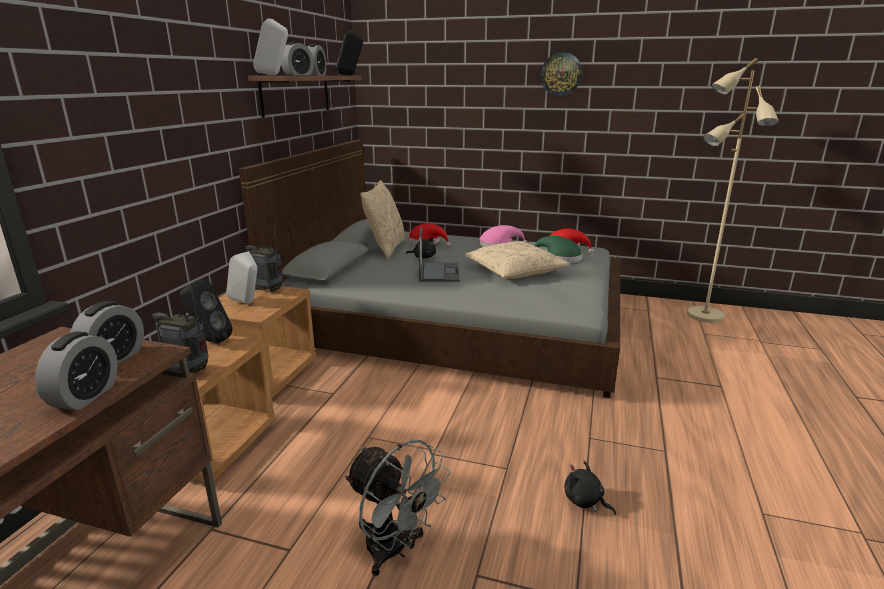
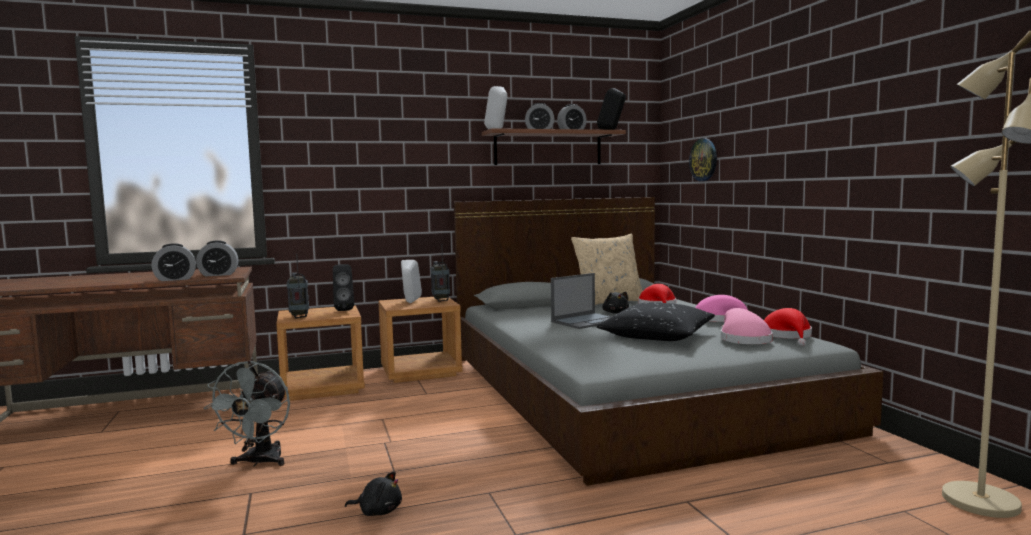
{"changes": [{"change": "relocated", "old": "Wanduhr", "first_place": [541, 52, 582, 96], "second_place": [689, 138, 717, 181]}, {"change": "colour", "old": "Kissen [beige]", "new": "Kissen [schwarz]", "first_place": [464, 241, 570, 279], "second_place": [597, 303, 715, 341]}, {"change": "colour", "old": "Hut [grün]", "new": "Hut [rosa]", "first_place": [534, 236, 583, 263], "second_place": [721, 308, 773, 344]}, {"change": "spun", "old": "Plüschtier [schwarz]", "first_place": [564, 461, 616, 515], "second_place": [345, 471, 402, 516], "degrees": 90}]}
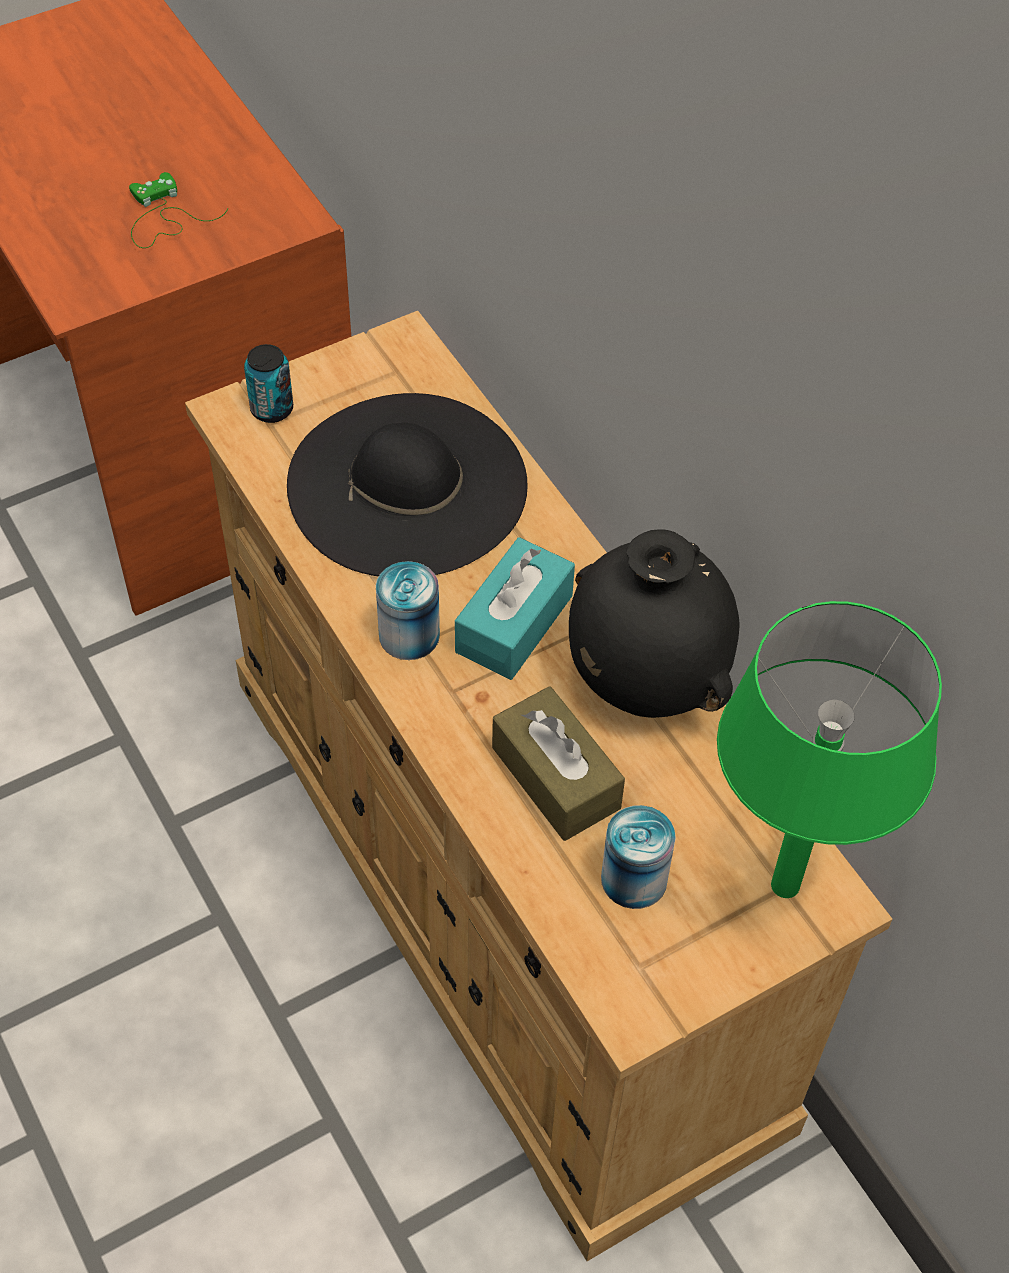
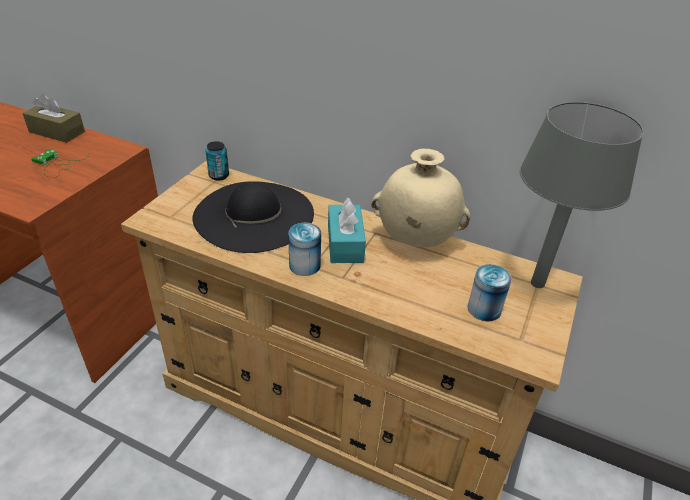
{"changes": [{"change": "relocated", "old": "Dose", "first_place": [244, 344, 293, 423], "second_place": [206, 141, 229, 181]}, {"change": "relocated", "old": "Taschentuchbox [braun]", "first_place": [492, 686, 625, 841], "second_place": [22, 94, 85, 143]}, {"change": "colour", "old": "Vase [schwarz]", "new": "Vase [beige]", "first_place": [569, 529, 740, 718], "second_place": [371, 149, 470, 247]}, {"change": "colour", "old": "Tischlampe [grün]", "new": "Tischlampe [grau]", "first_place": [717, 601, 942, 898], "second_place": [520, 102, 644, 288]}]}
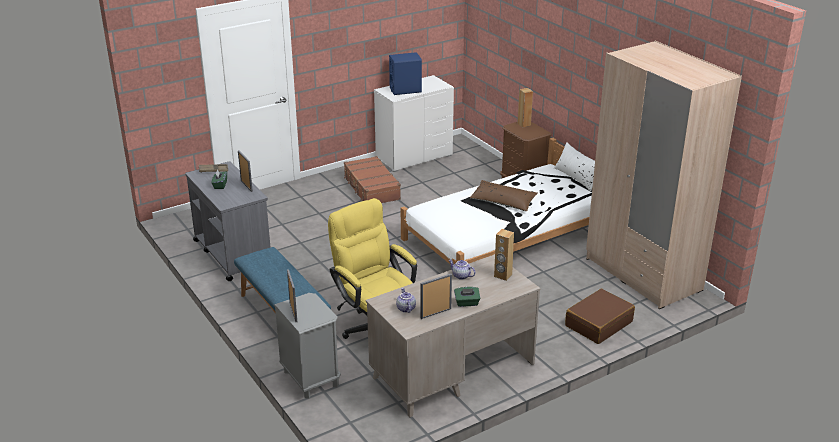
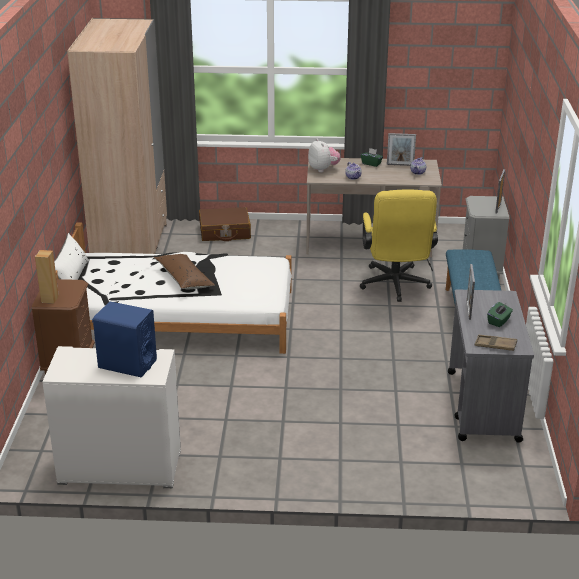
{"changes": [{"change": "missing", "old": "Koffer [braun]", "first_place": [344, 156, 401, 203]}, {"change": "exchanged", "old": "Lautsprecher [braun]", "new": "Plüschtier", "first_place": [494, 229, 514, 281], "second_place": [308, 138, 341, 172]}]}
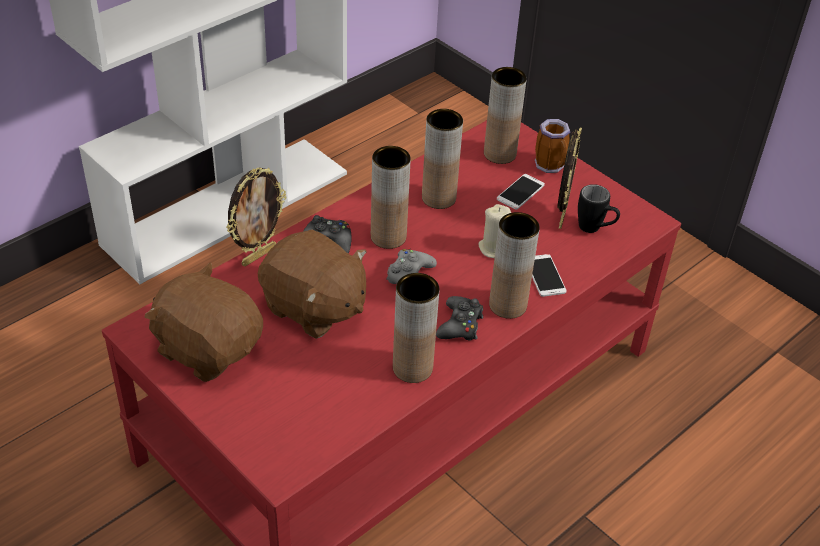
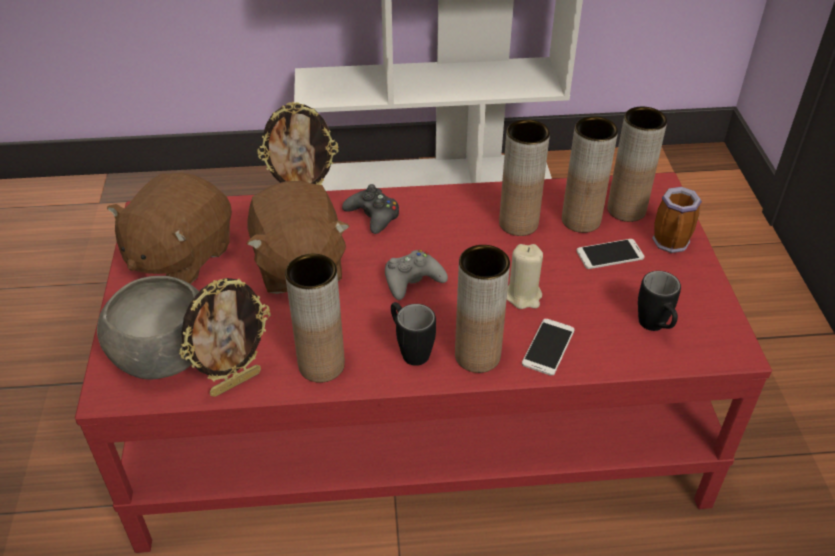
{"changes": [{"change": "appeared", "new": "Schüssel [grau]", "second_place": [97, 276, 199, 379]}, {"change": "relocated", "old": "Vase [braun]", "first_place": [371, 146, 411, 249], "second_place": [562, 116, 618, 233]}, {"change": "relocated", "old": "Bilderrahmen", "first_place": [557, 128, 582, 229], "second_place": [179, 278, 271, 397]}, {"change": "exchanged", "old": "Gamepad [schwarz]", "new": "Henkelbecher [schwarz]", "first_place": [436, 296, 483, 341], "second_place": [391, 302, 436, 366]}, {"change": "spun", "old": "Plüschtier [braun]", "first_place": [144, 263, 263, 382], "second_place": [107, 172, 232, 284], "degrees": -135}]}
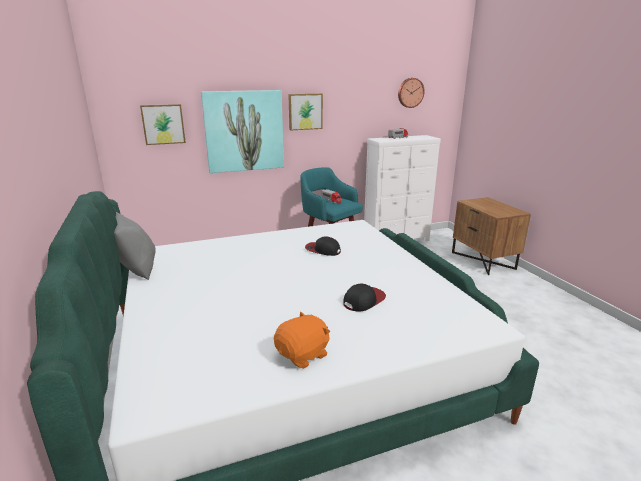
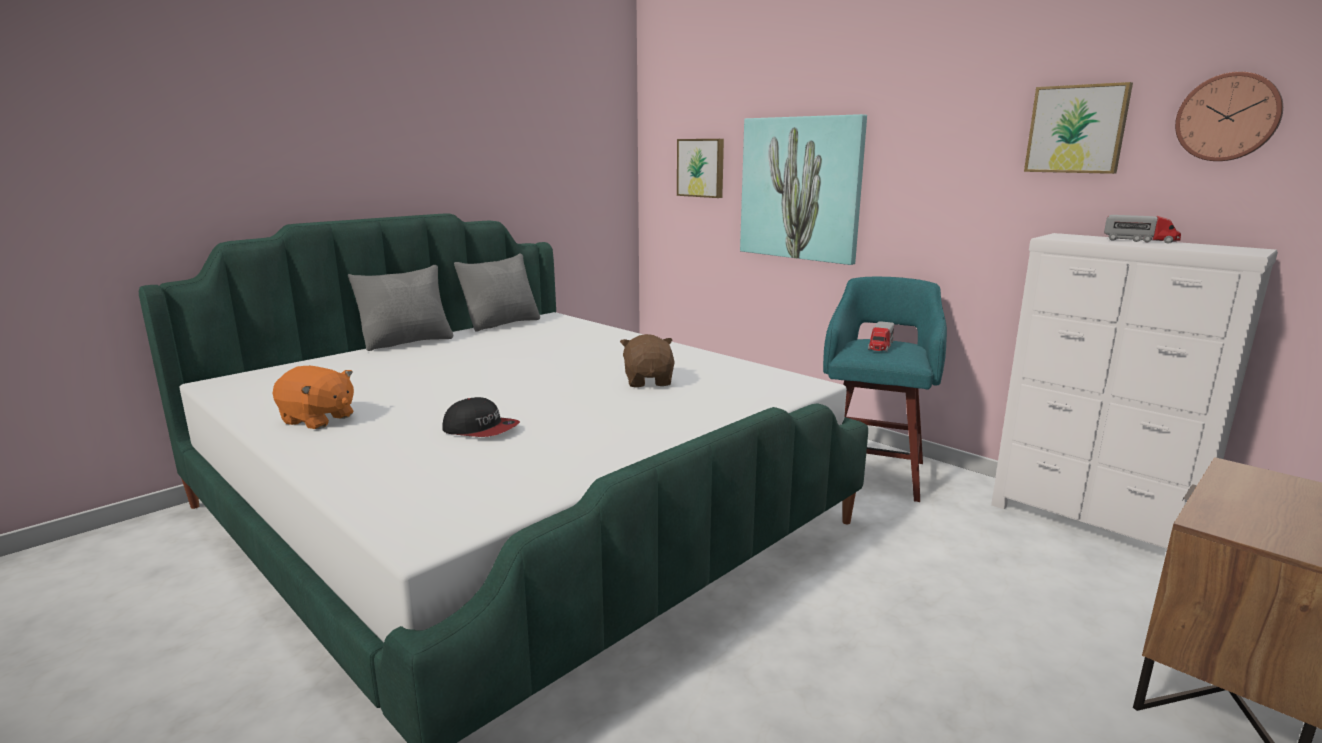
{"changes": [{"change": "appeared", "new": "Kissen [grau]", "second_place": [348, 265, 453, 351]}, {"change": "relocated", "old": "Bild", "first_place": [288, 94, 323, 130], "second_place": [1024, 82, 1133, 174]}, {"change": "exchanged", "old": "Kappe", "new": "Plüschtier [braun]", "first_place": [305, 236, 341, 256], "second_place": [620, 334, 675, 387]}]}
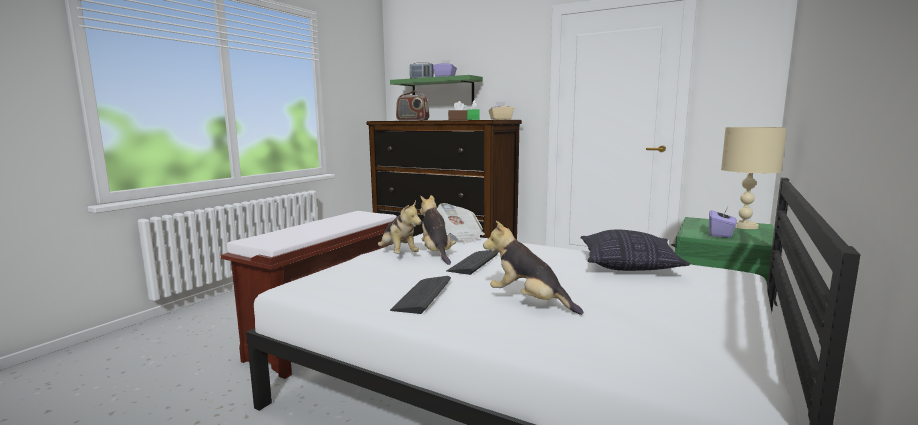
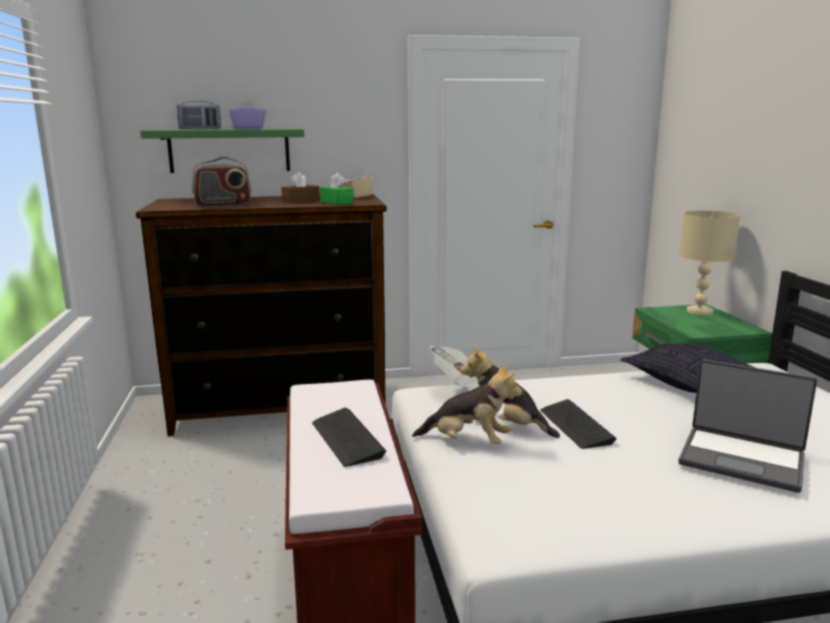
{"changes": [{"change": "missing", "old": "Taschentuchbox [lila]", "first_place": [709, 205, 737, 238]}, {"change": "relocated", "old": "Tastatur", "first_place": [390, 276, 451, 314], "second_place": [312, 408, 386, 467]}, {"change": "exchanged", "old": "Plüschtier", "new": "Laptop", "first_place": [483, 221, 584, 315], "second_place": [678, 359, 817, 493]}]}
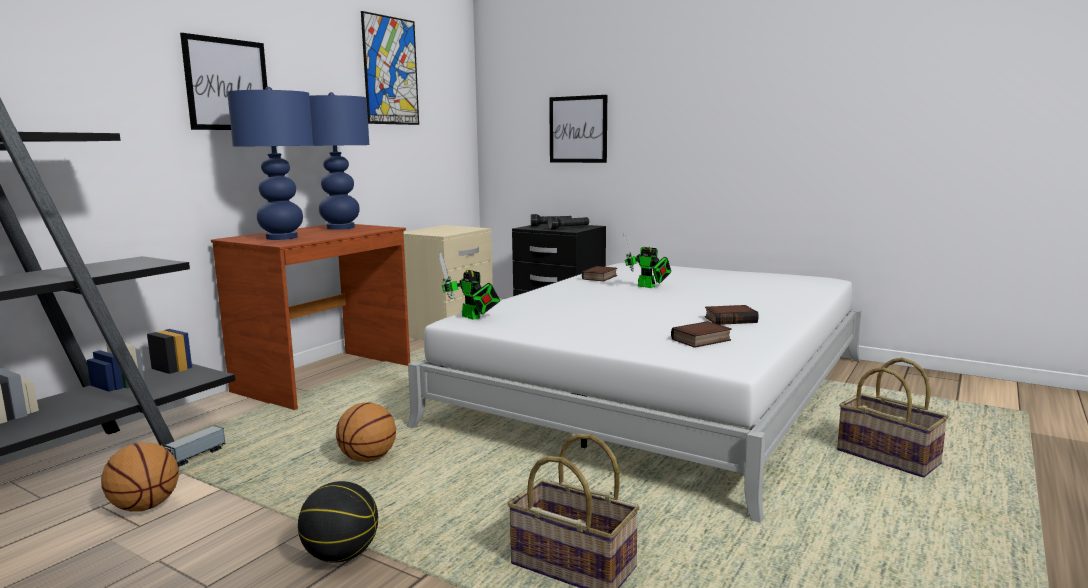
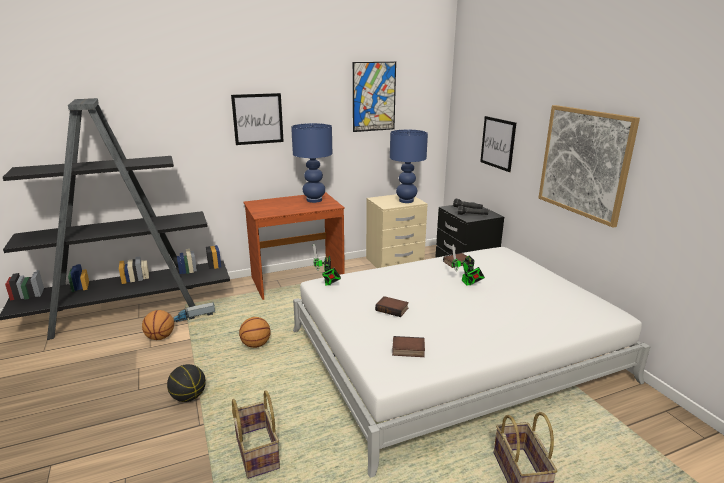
{"changes": [{"change": "appeared", "new": "Bild", "second_place": [539, 105, 640, 228]}, {"change": "relocated", "old": "Tischlampe [blau]", "first_place": [227, 87, 313, 240], "second_place": [390, 130, 428, 203]}, {"change": "relocated", "old": "Buch", "first_place": [705, 305, 759, 325], "second_place": [375, 296, 409, 317]}]}
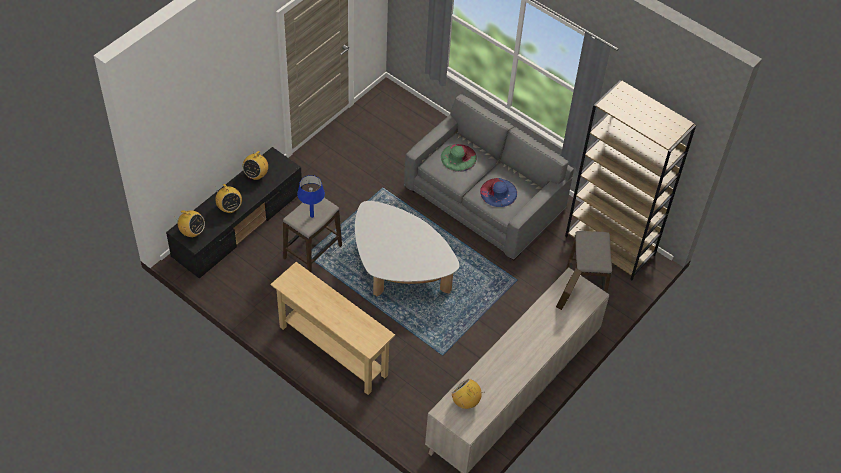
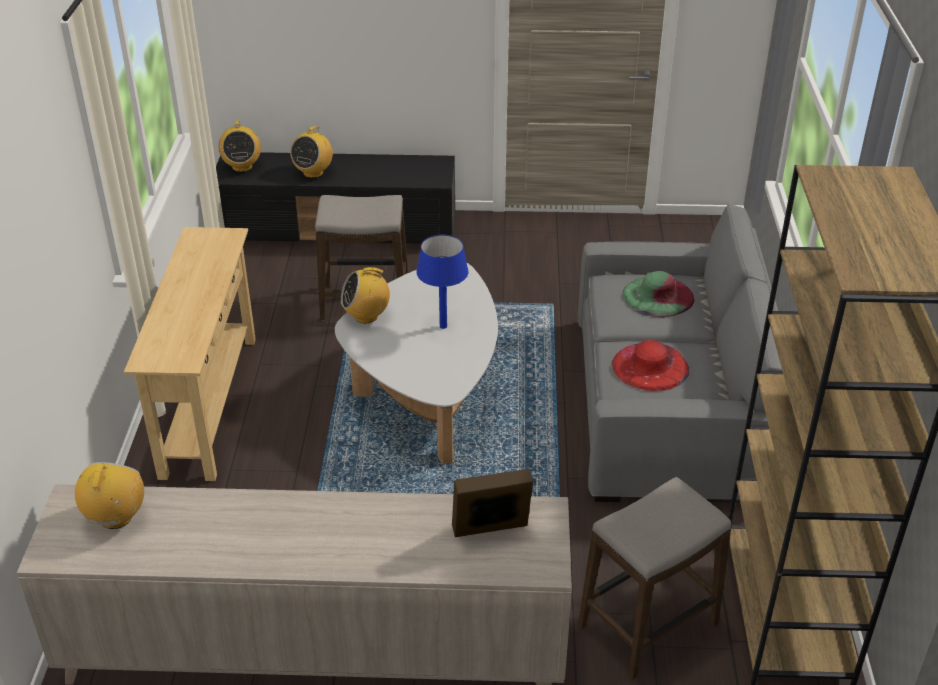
{"changes": [{"change": "relocated", "old": "Radio", "first_place": [243, 151, 268, 180], "second_place": [341, 266, 390, 323]}, {"change": "relocated", "old": "Tischlampe [blau]", "first_place": [297, 175, 325, 218], "second_place": [416, 235, 469, 329]}, {"change": "colour", "old": "Hut [blau]", "new": "Hut [rot]", "first_place": [480, 178, 517, 207], "second_place": [612, 340, 689, 391]}]}
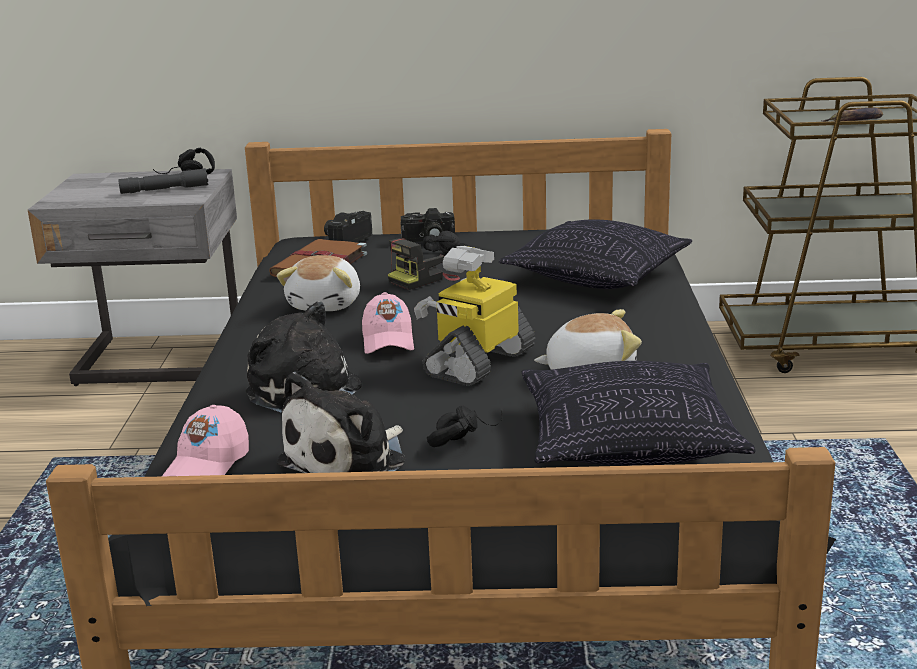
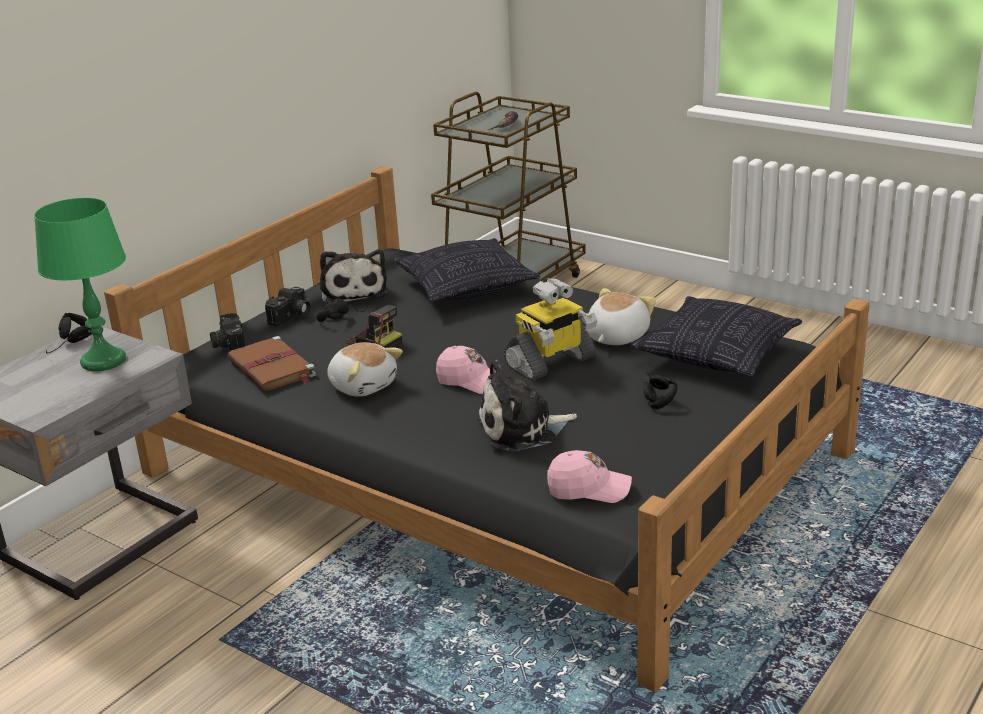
{"changes": [{"change": "relocated", "old": "Plüschtier", "first_place": [276, 372, 405, 473], "second_place": [320, 249, 388, 304]}, {"change": "exchanged", "old": "Taschenlampe [grau]", "new": "Tischlampe [grün]", "first_place": [118, 168, 208, 194], "second_place": [34, 198, 126, 371]}, {"change": "spun", "old": "Kappe [rosa]", "first_place": [162, 405, 249, 476], "second_place": [547, 450, 632, 503], "degrees": -45}, {"change": "spun", "old": "Kamera", "first_place": [388, 238, 460, 290], "second_place": [346, 305, 402, 348], "degrees": -45}, {"change": "spun", "old": "Spielzeugroboter", "first_place": [414, 246, 535, 386], "second_place": [504, 278, 597, 381], "degrees": -105}]}
